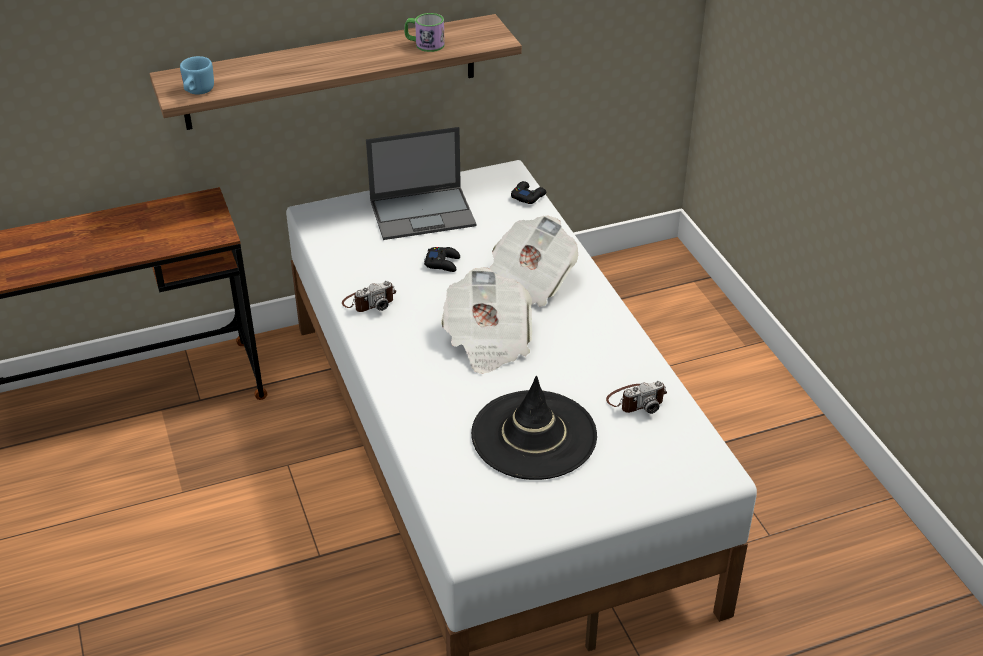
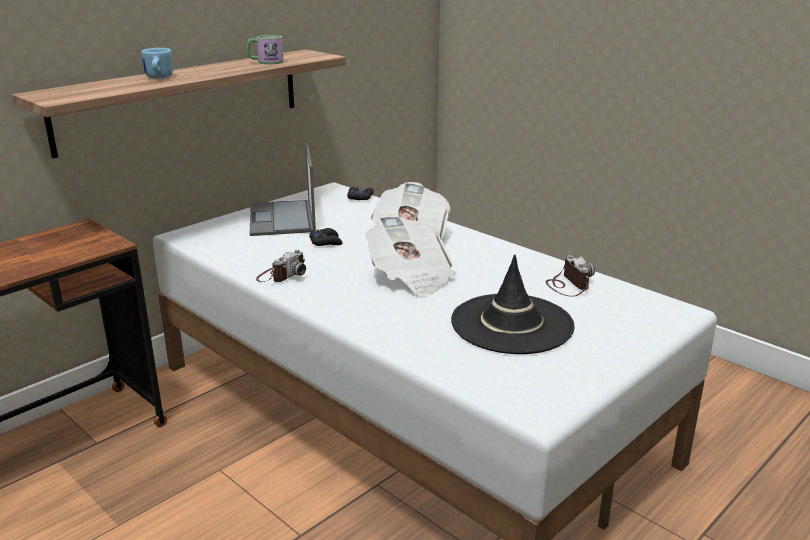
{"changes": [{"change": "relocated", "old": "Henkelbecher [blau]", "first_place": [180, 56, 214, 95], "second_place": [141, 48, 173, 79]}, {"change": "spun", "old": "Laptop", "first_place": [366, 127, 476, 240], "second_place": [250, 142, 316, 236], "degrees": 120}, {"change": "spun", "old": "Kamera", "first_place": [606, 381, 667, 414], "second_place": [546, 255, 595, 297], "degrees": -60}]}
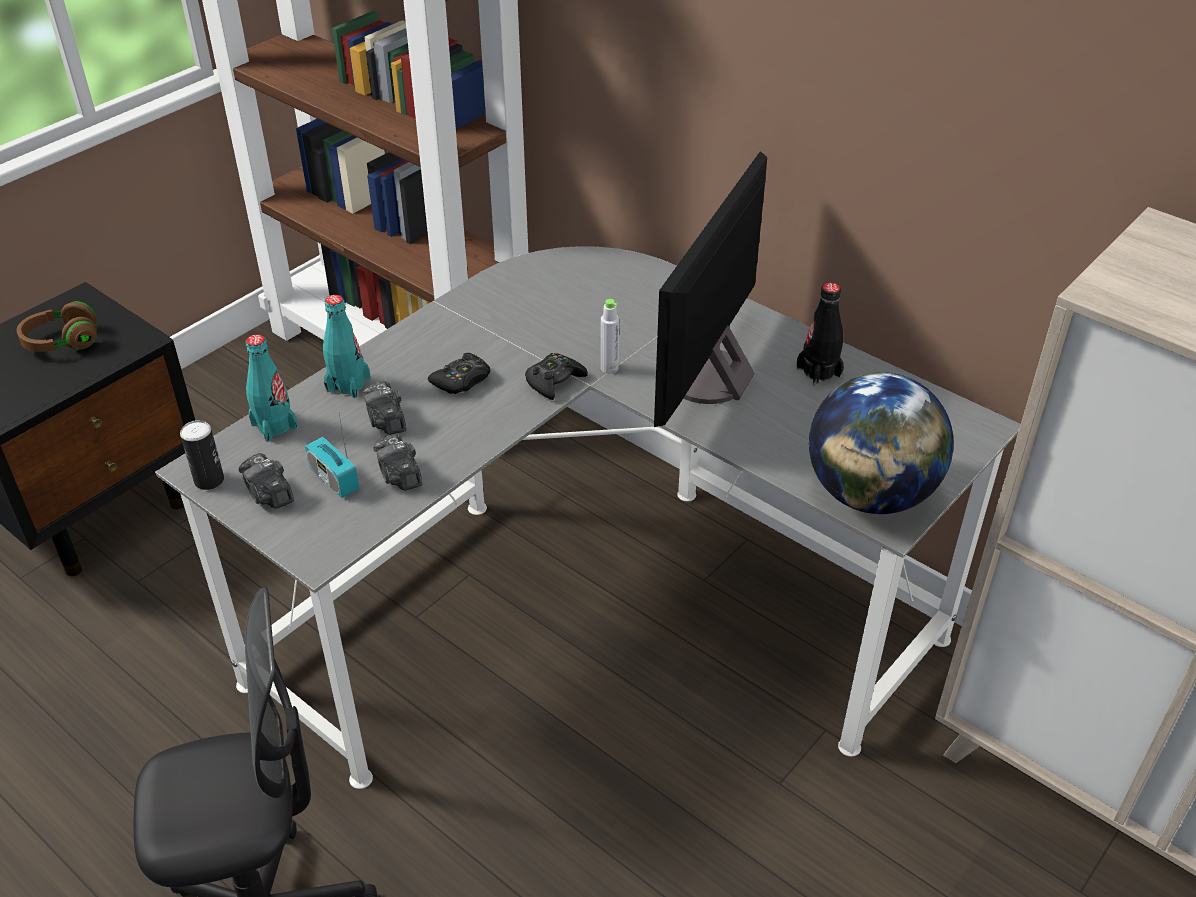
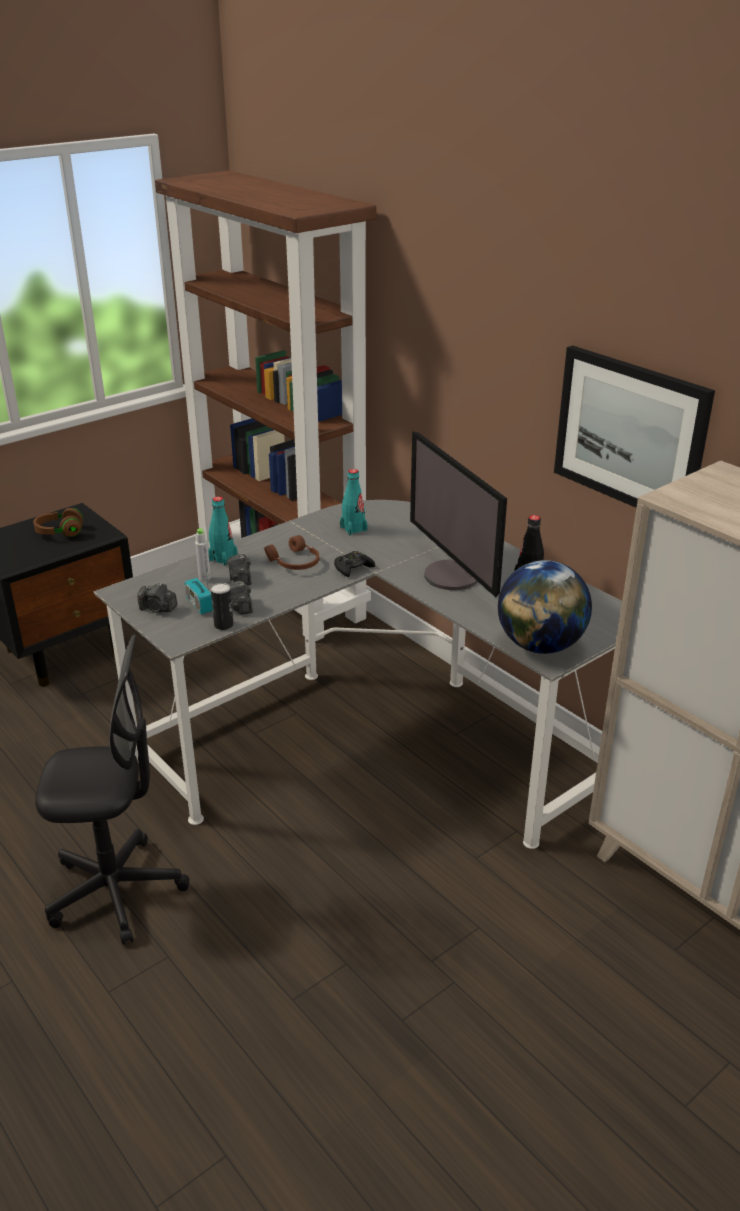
{"changes": [{"change": "appeared", "new": "Bild", "second_place": [554, 346, 715, 508]}, {"change": "relocated", "old": "Dose", "first_place": [180, 420, 224, 490], "second_place": [211, 583, 233, 630]}, {"change": "relocated", "old": "Flasche [türkis]", "first_place": [246, 334, 298, 442], "second_place": [340, 469, 368, 535]}, {"change": "relocated", "old": "Flasche [grau]", "first_place": [601, 299, 619, 374], "second_place": [195, 528, 211, 581]}, {"change": "exchanged", "old": "Gamepad [schwarz]", "new": "Kopfhörer [braun]", "first_place": [428, 353, 490, 394], "second_place": [264, 535, 319, 570]}, {"change": "spun", "old": "Kamera", "first_place": [239, 453, 294, 508], "second_place": [137, 582, 177, 613], "degrees": -45}, {"change": "spun", "old": "Monitor", "first_place": [654, 151, 767, 427], "second_place": [410, 431, 507, 597], "degrees": -60}]}
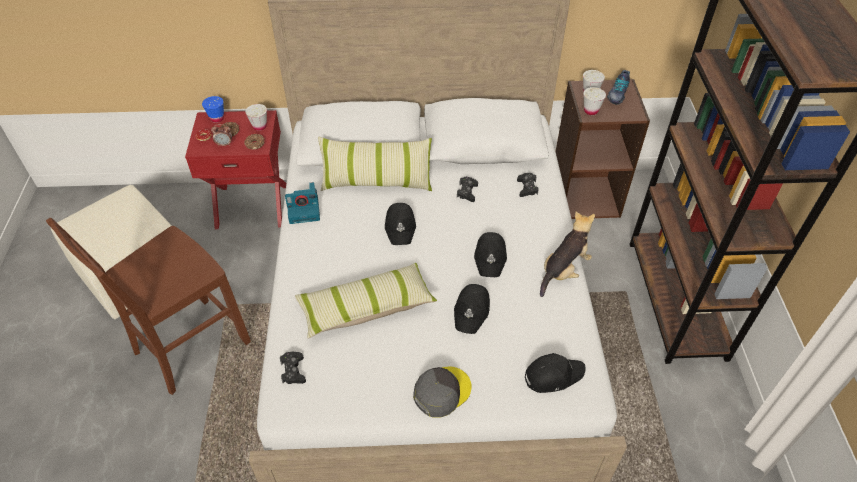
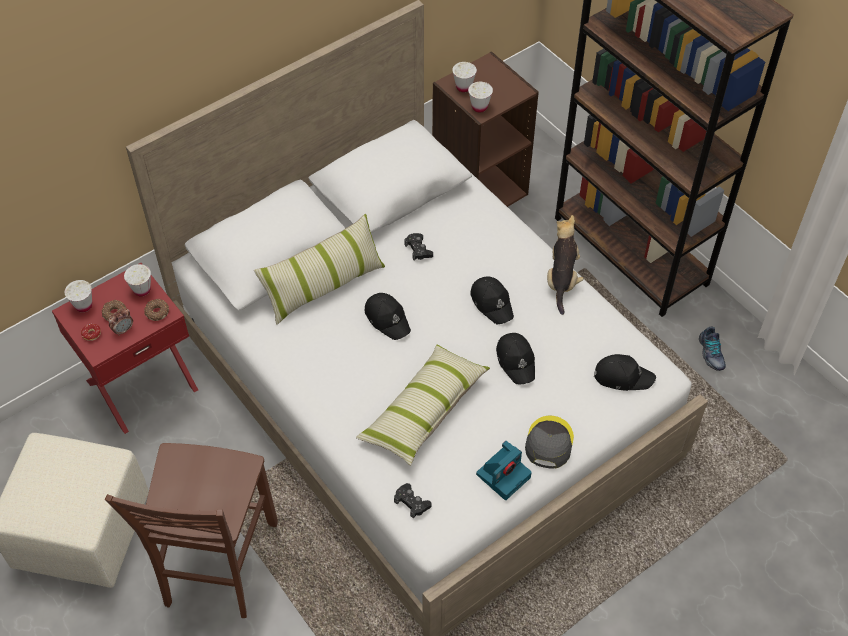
{"changes": [{"change": "missing", "old": "Gamepad [schwarz]", "first_place": [517, 173, 539, 197]}, {"change": "relocated", "old": "Kamera", "first_place": [285, 182, 320, 224], "second_place": [476, 441, 532, 500]}, {"change": "relocated", "old": "Schuh", "first_place": [607, 70, 630, 105], "second_place": [699, 327, 726, 371]}, {"change": "colour", "old": "Tasse [blau]", "new": "Tasse [weiß]", "first_place": [202, 96, 224, 123], "second_place": [65, 280, 92, 312]}, {"change": "spun", "old": "Kappe [schwarz]", "first_place": [525, 353, 586, 393], "second_place": [594, 354, 656, 391], "degrees": 60}]}
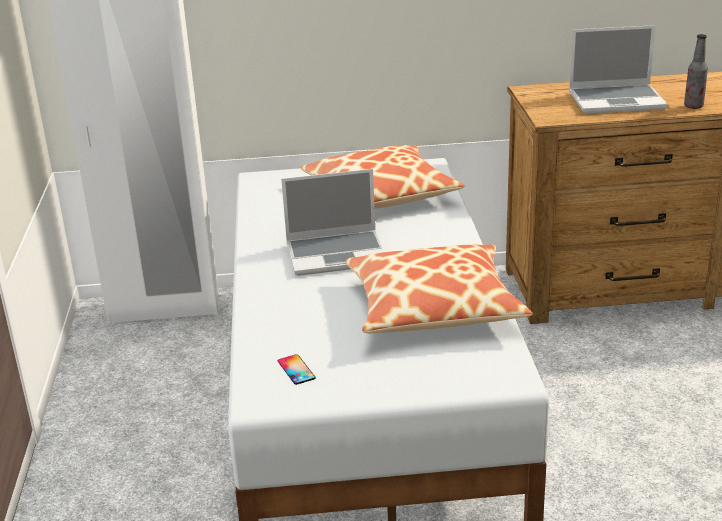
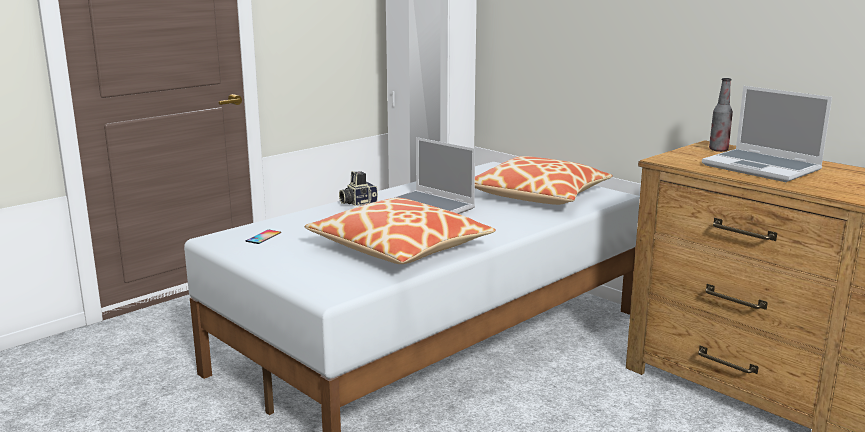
{"changes": [{"change": "appeared", "new": "Kamera", "second_place": [339, 171, 378, 206]}, {"change": "relocated", "old": "Flasche", "first_place": [684, 34, 708, 109], "second_place": [709, 78, 733, 152]}]}
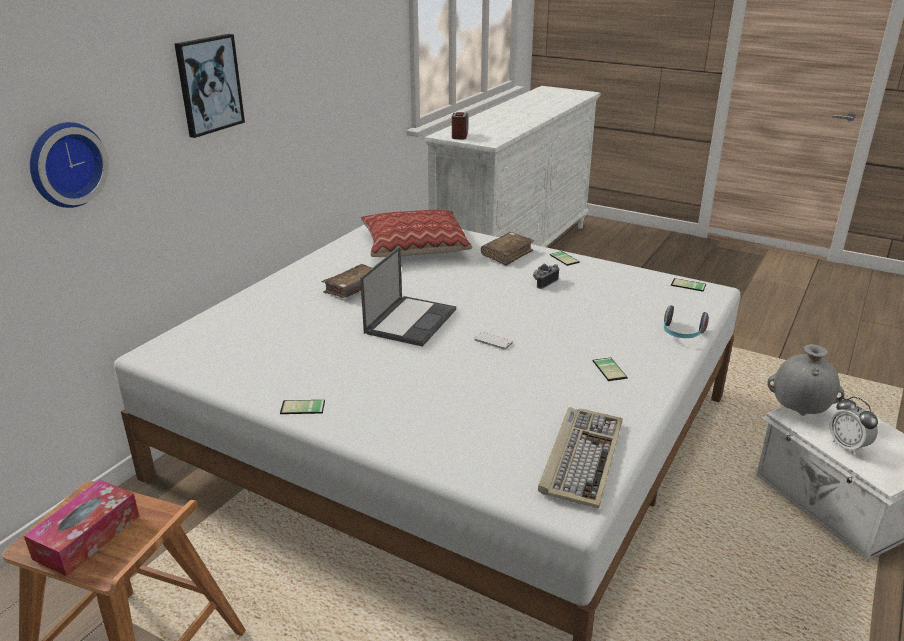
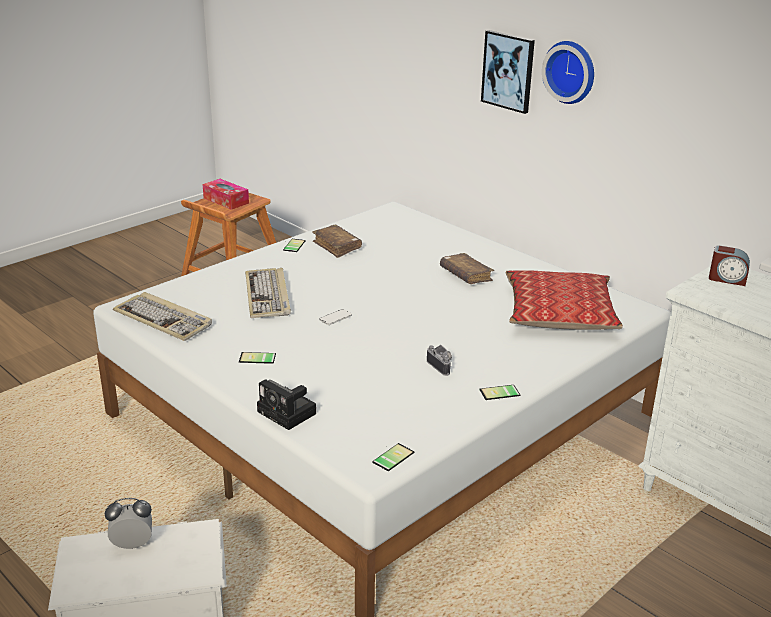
{"changes": [{"change": "missing", "old": "Laptop", "first_place": [360, 246, 456, 347]}, {"change": "missing", "old": "Vase [grau]", "first_place": [767, 344, 845, 416]}, {"change": "appeared", "new": "Tastatur", "second_place": [245, 268, 291, 318]}, {"change": "relocated", "old": "Wanduhr", "first_place": [30, 122, 109, 208], "second_place": [542, 41, 594, 104]}, {"change": "relocated", "old": "Buch [braun]", "first_place": [481, 232, 534, 266], "second_place": [312, 225, 362, 258]}, {"change": "exchanged", "old": "Kopfhörer", "new": "Kamera", "first_place": [664, 305, 709, 338], "second_place": [257, 379, 316, 430]}]}
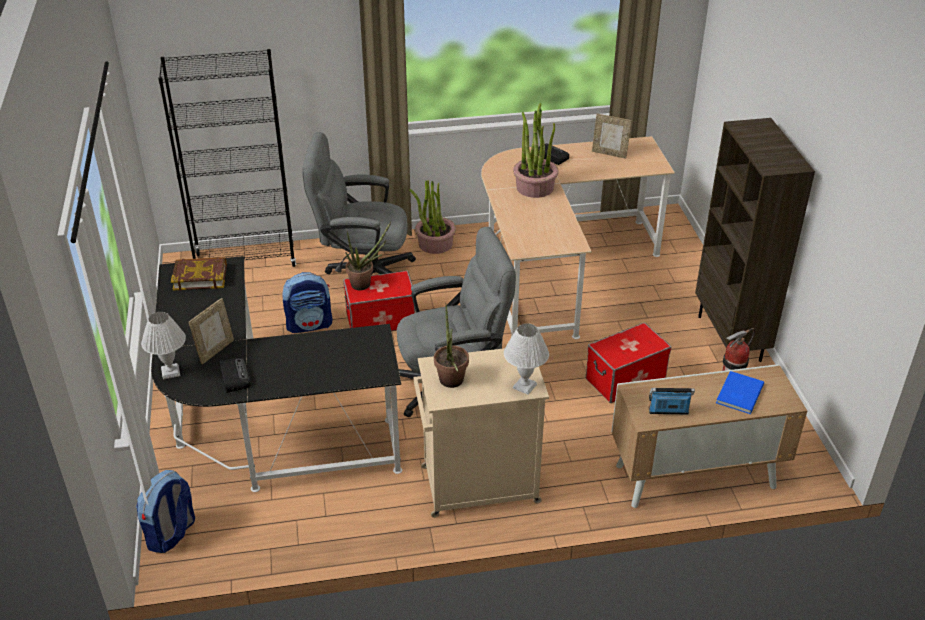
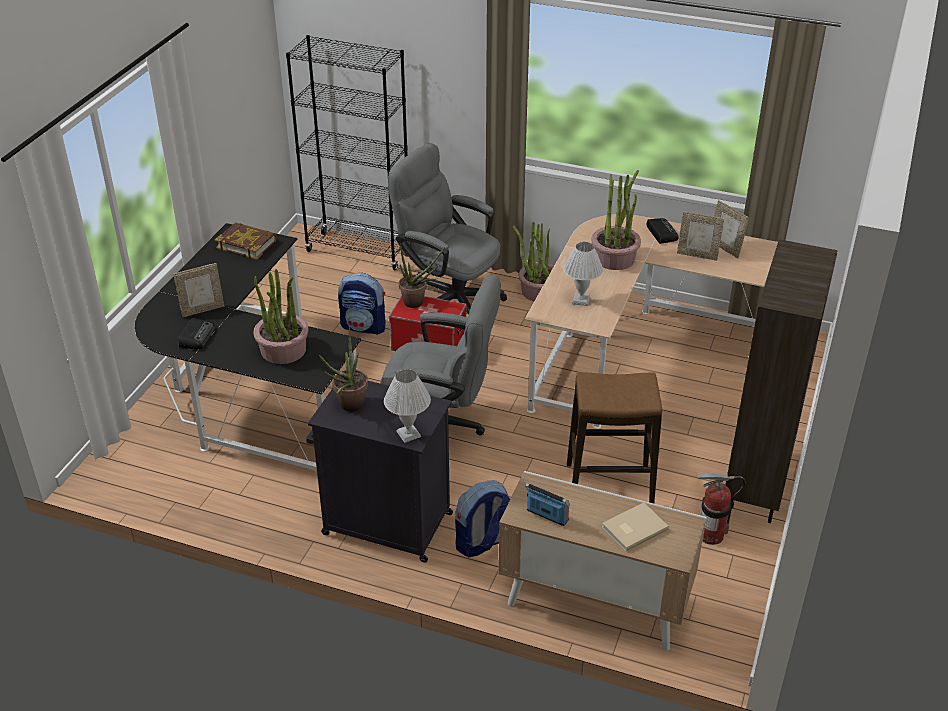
{"changes": [{"change": "appeared", "new": "Topfpflanze", "second_place": [253, 269, 309, 364]}, {"change": "appeared", "new": "Bilderrahmen", "second_place": [677, 211, 724, 261]}, {"change": "relocated", "old": "Rucksack", "first_place": [136, 470, 195, 553], "second_place": [455, 480, 510, 558]}, {"change": "relocated", "old": "Tischlampe [weiß]", "first_place": [141, 312, 186, 380], "second_place": [563, 242, 603, 306]}, {"change": "exchanged", "old": "Aufbewahrungsbox", "new": "Hocker", "first_place": [586, 323, 672, 403], "second_place": [567, 372, 662, 504]}, {"change": "colour", "old": "Schrank [beige]", "new": "Schrank [schwarz]", "first_place": [414, 348, 549, 518], "second_place": [306, 381, 453, 563]}, {"change": "colour", "old": "Buch [blau]", "new": "Buch [beige]", "first_place": [716, 371, 764, 414], "second_place": [602, 502, 669, 551]}]}
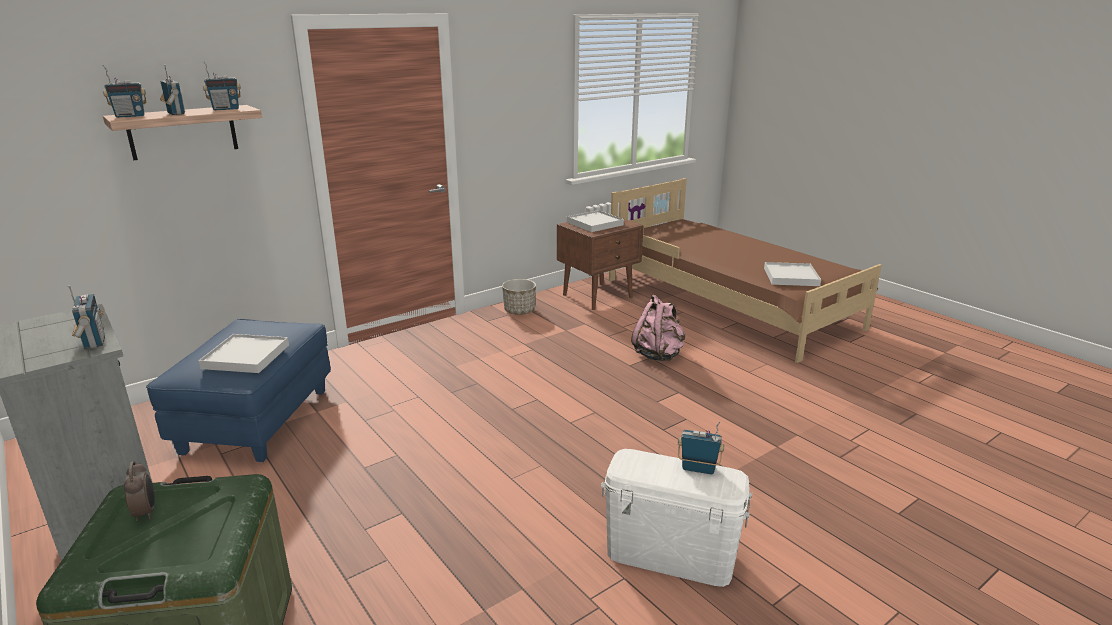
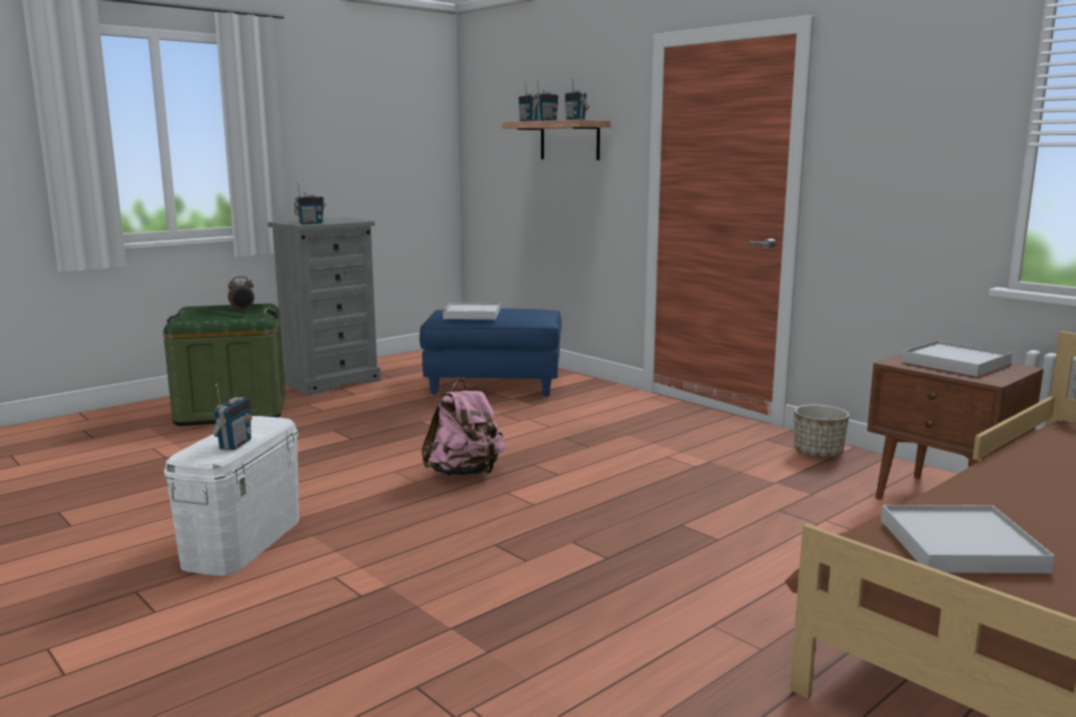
{"changes": [{"change": "relocated", "old": "Rucksack [rosa]", "first_place": [631, 295, 686, 361], "second_place": [422, 379, 505, 476]}]}
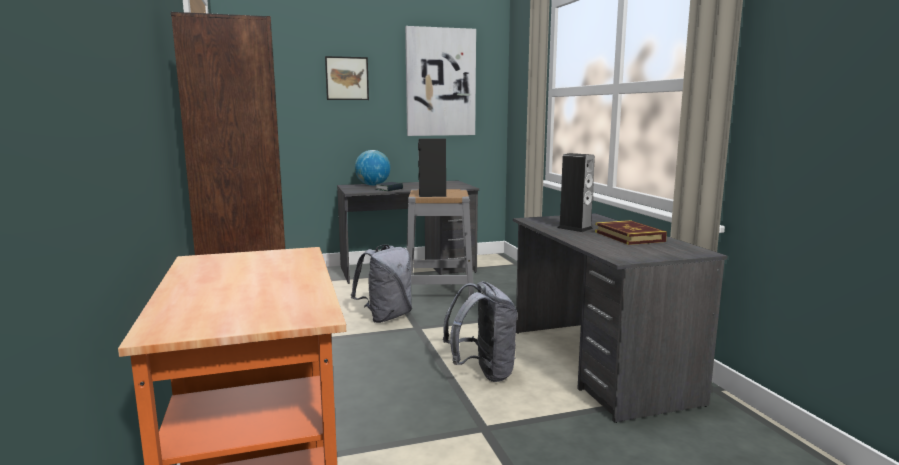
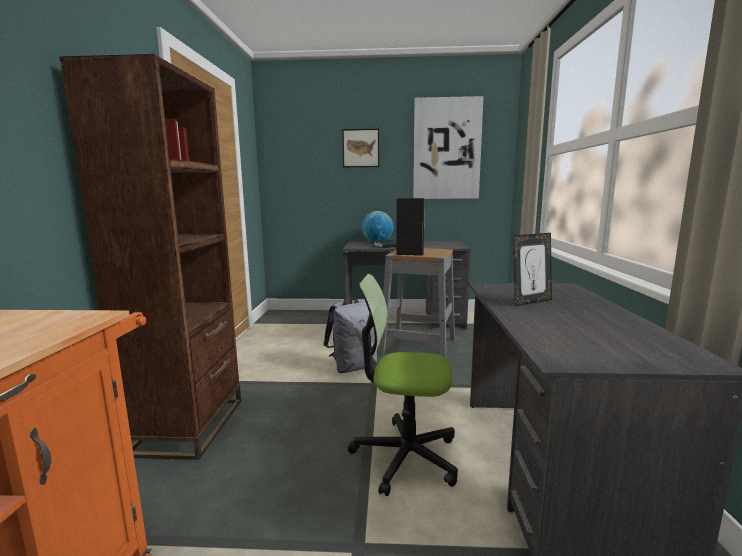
{"changes": [{"change": "missing", "old": "Buch", "first_place": [595, 220, 667, 245]}, {"change": "exchanged", "old": "Rucksack [grau]", "new": "Bürostuhl", "first_place": [443, 281, 518, 382], "second_place": [348, 274, 458, 496]}, {"change": "exchanged", "old": "Lautsprecher", "new": "Bilderrahmen", "first_place": [558, 153, 595, 232], "second_place": [513, 233, 552, 306]}]}
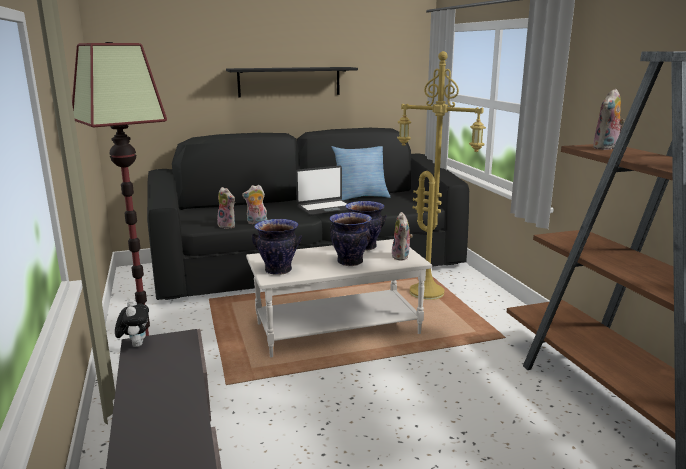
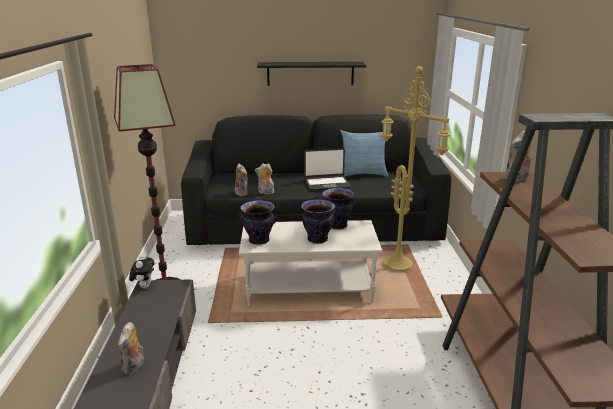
{"changes": [{"change": "relocated", "old": "Plüschtier", "first_place": [391, 212, 413, 260], "second_place": [118, 322, 144, 374]}]}
